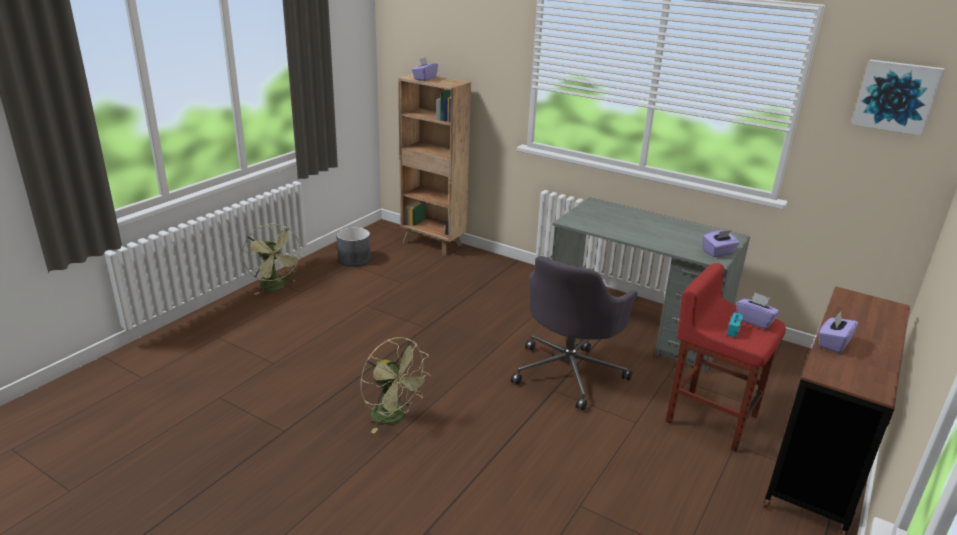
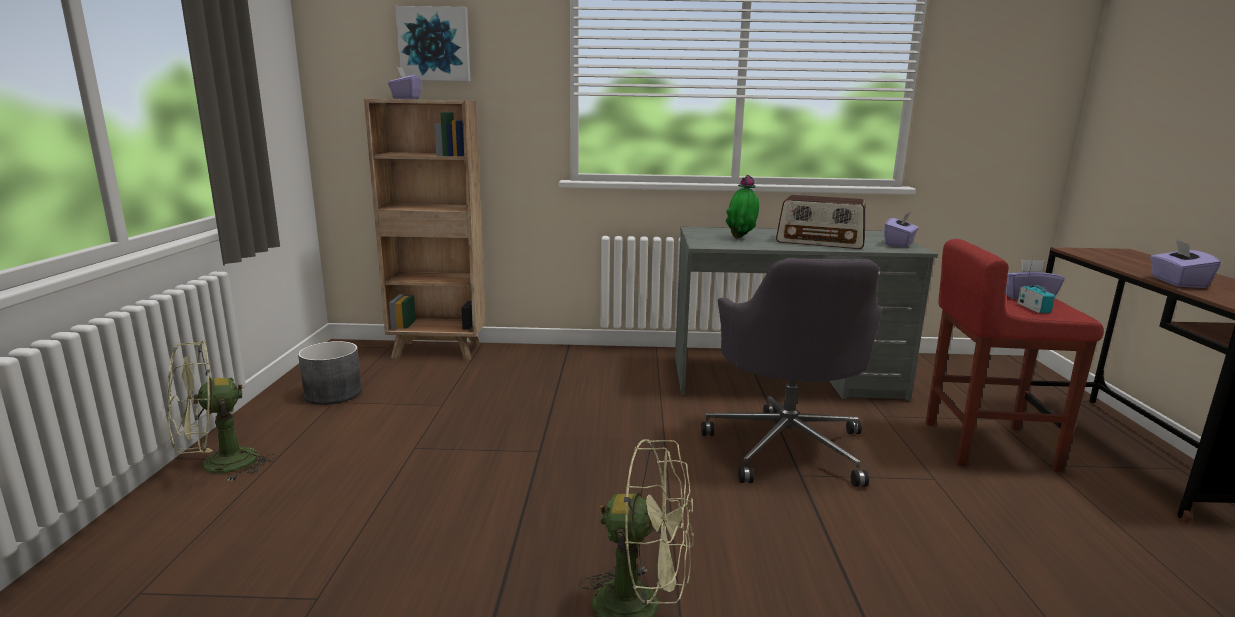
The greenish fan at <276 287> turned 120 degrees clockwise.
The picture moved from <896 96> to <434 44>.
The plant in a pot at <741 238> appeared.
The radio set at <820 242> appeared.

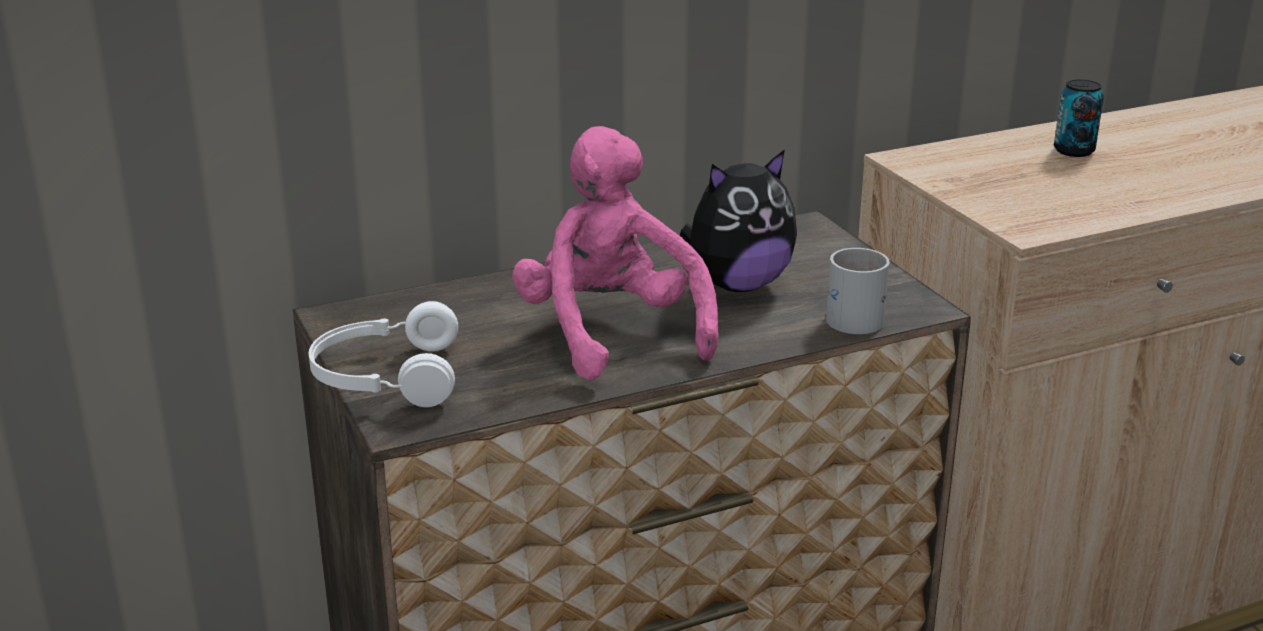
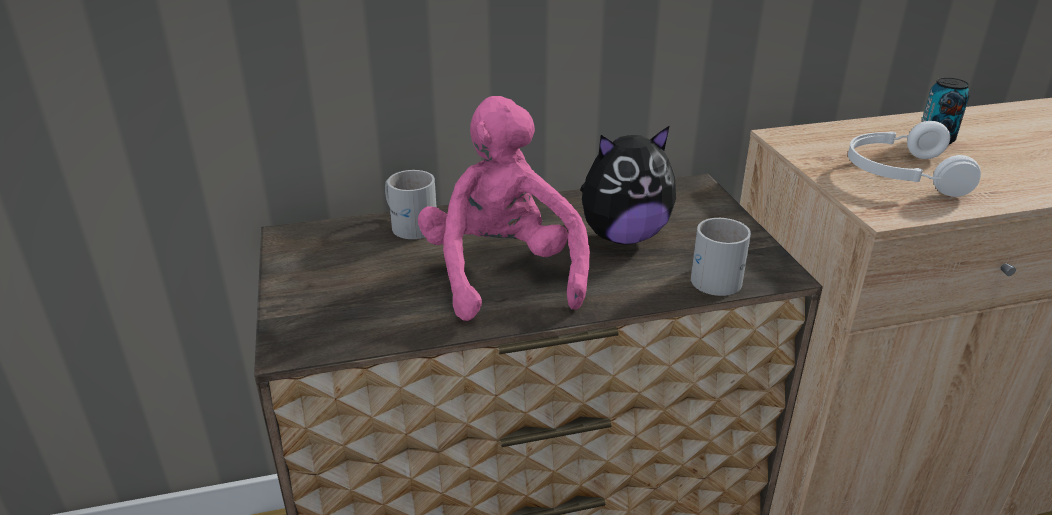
The white headphones moved from <385 377> to <901 174>.
The white mug at <410 223> appeared.

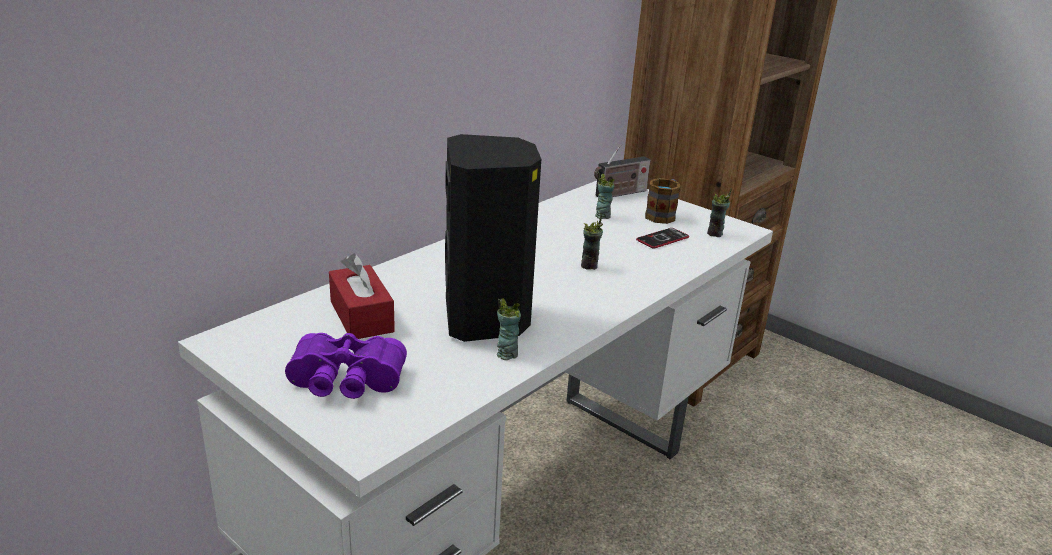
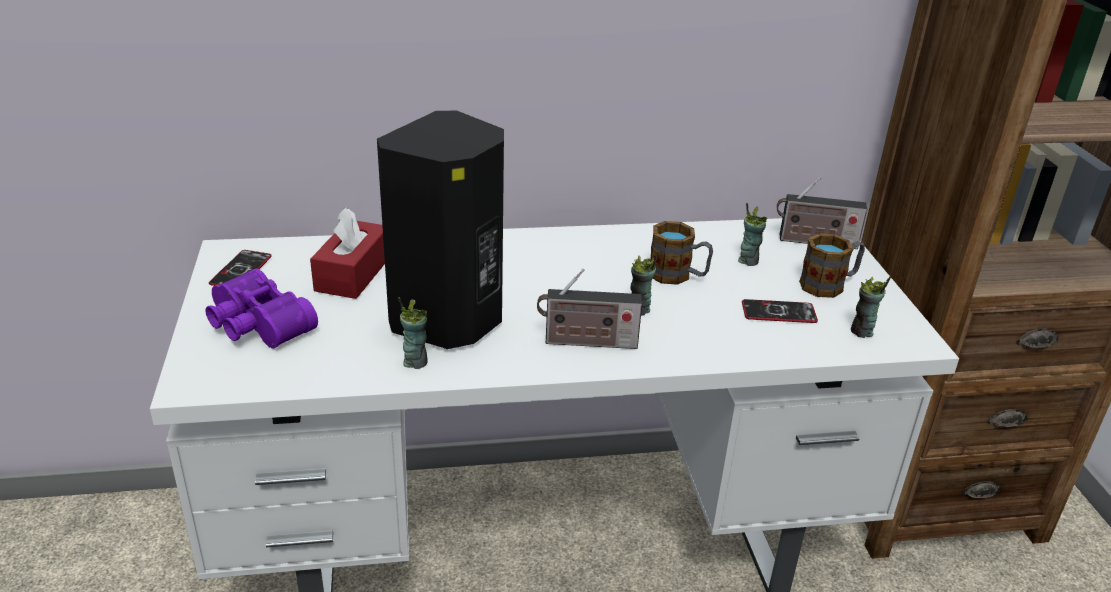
The phone at <241 271> appeared.
The radio set at <586 342> appeared.
The mug at <678 276> appeared.

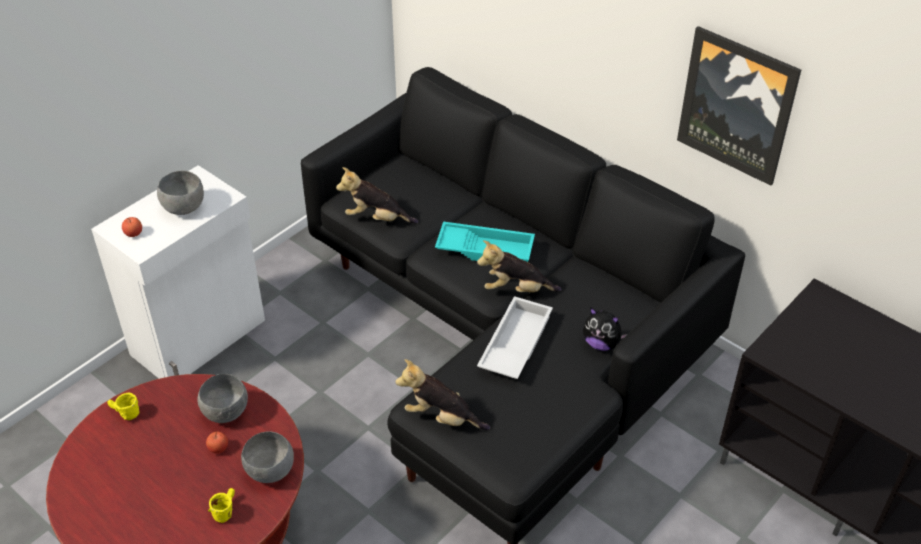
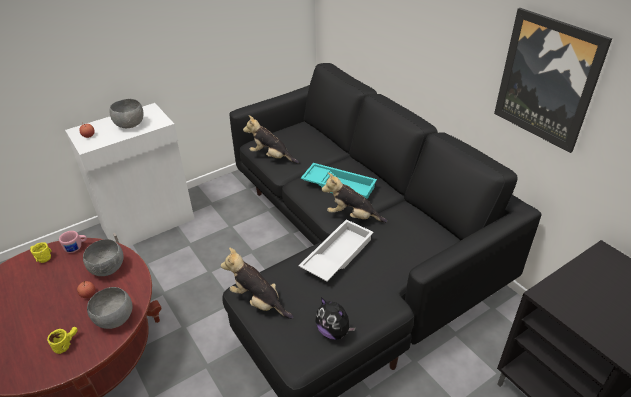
The soft toy moved from <601 344> to <334 331>.
The pinkish mug at <76 247> appeared.

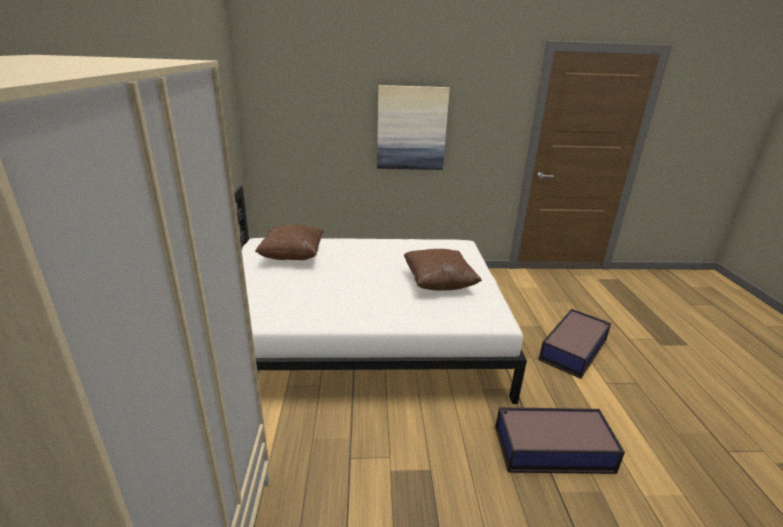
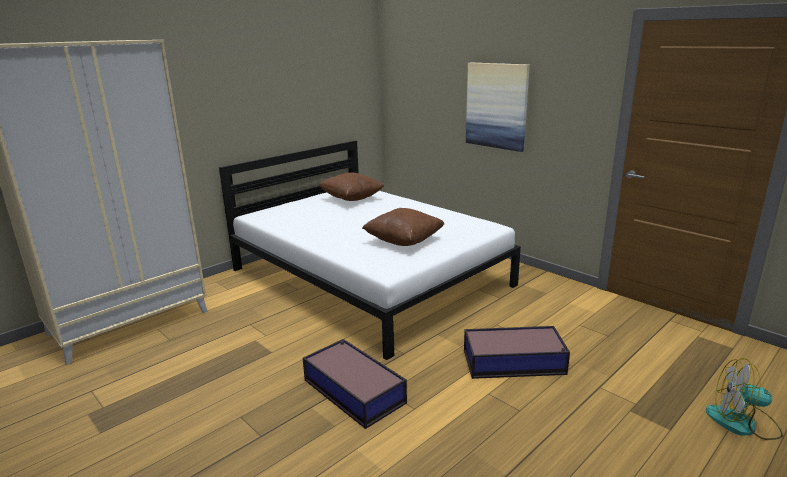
The fan at <742 423> appeared.

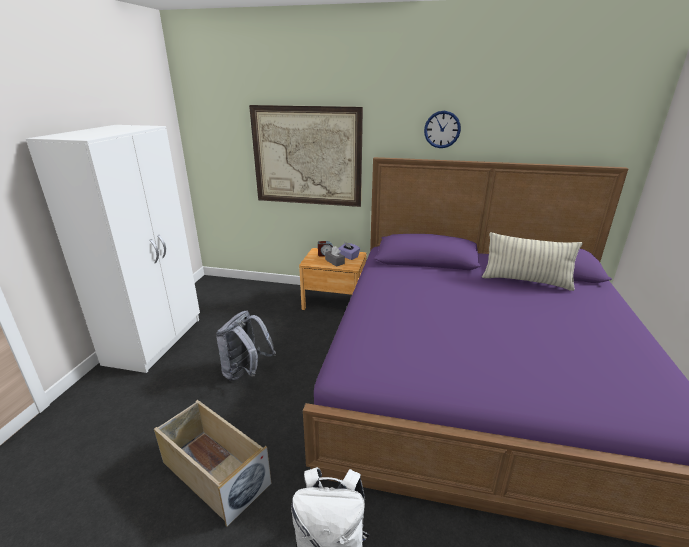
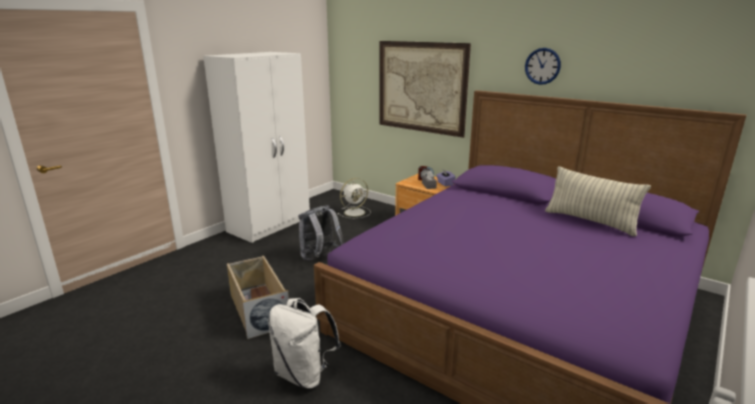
The white fan at <355 212> appeared.

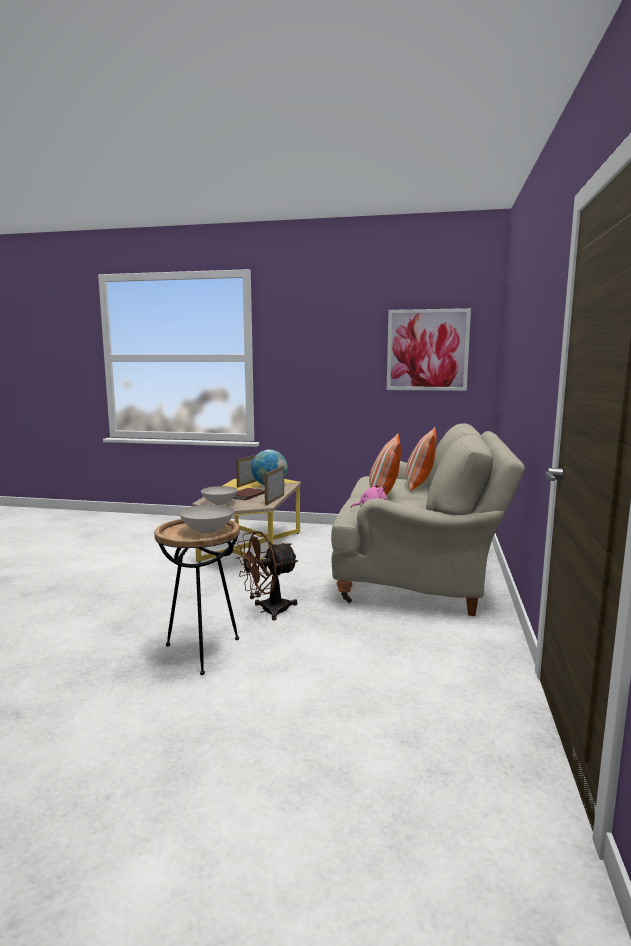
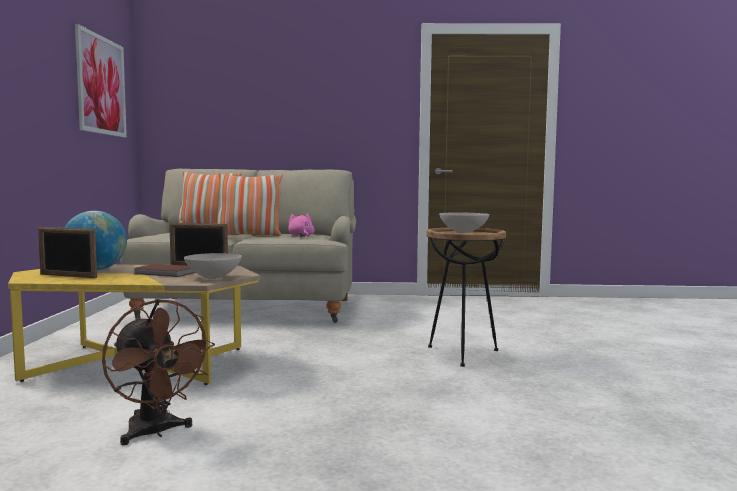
The brown fan moved from <268 611> to <155 433>.

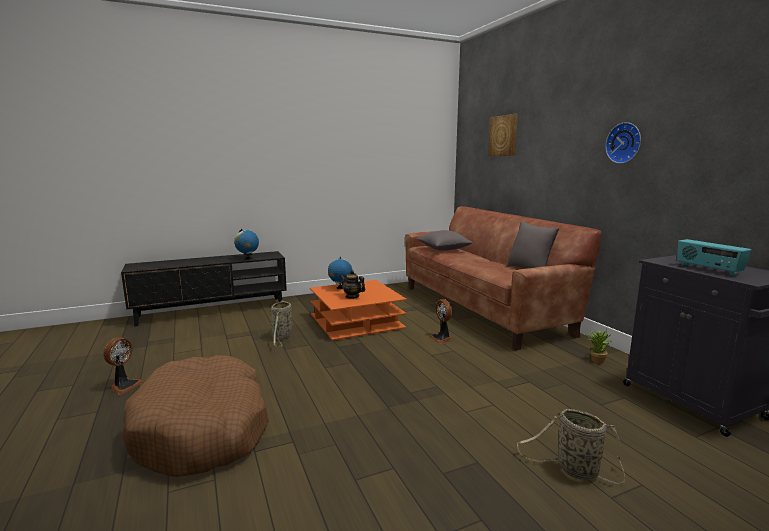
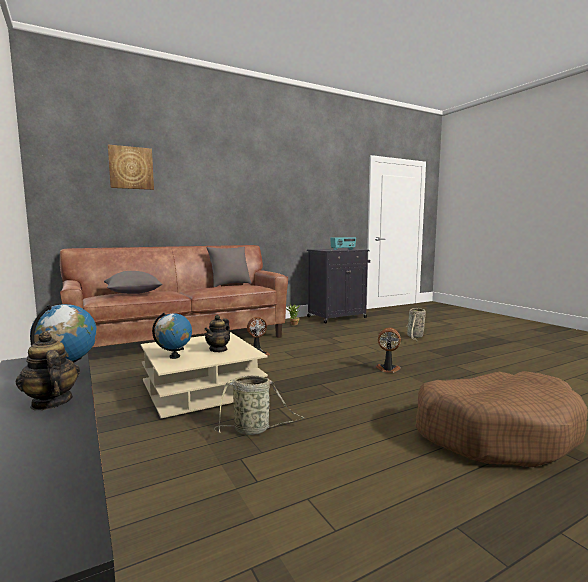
The fan moved from <124 386> to <388 369>.
The orangey coffee table at <356 322> became the beige-coloured coffee table at <202 388>.
The clock on the wall at <624 143> disappeared.
The tea pot at <51 402> appeared.

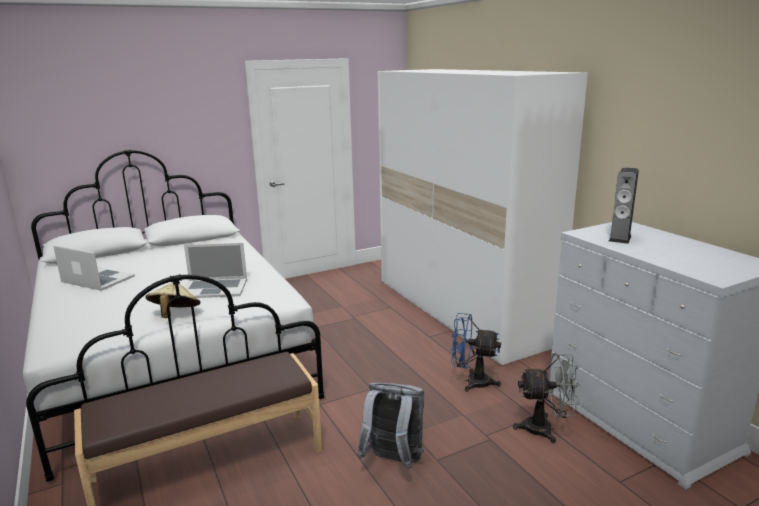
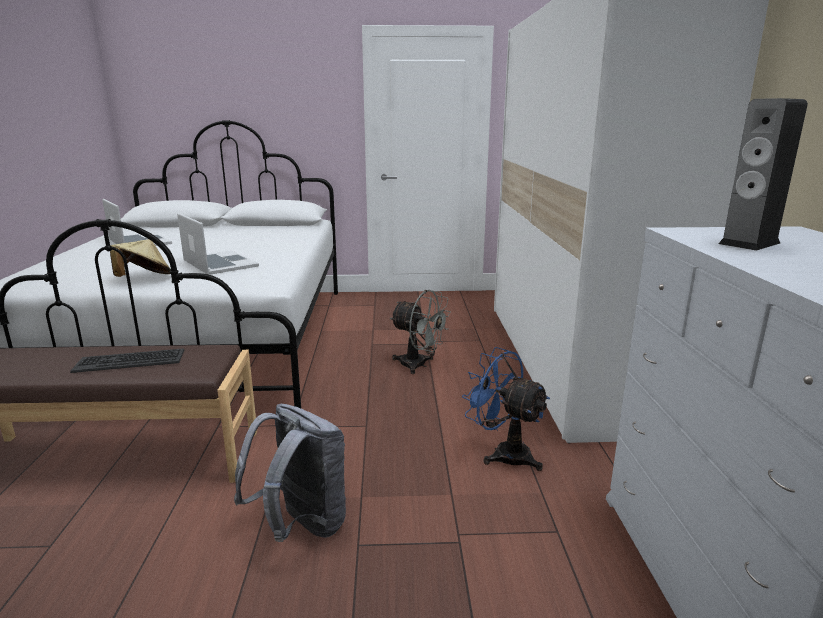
The portable computer at <214 288> turned 150 degrees counterclockwise.
The gray fan moved from <546 429> to <419 365>.
The PC keyboard at <130 361> appeared.

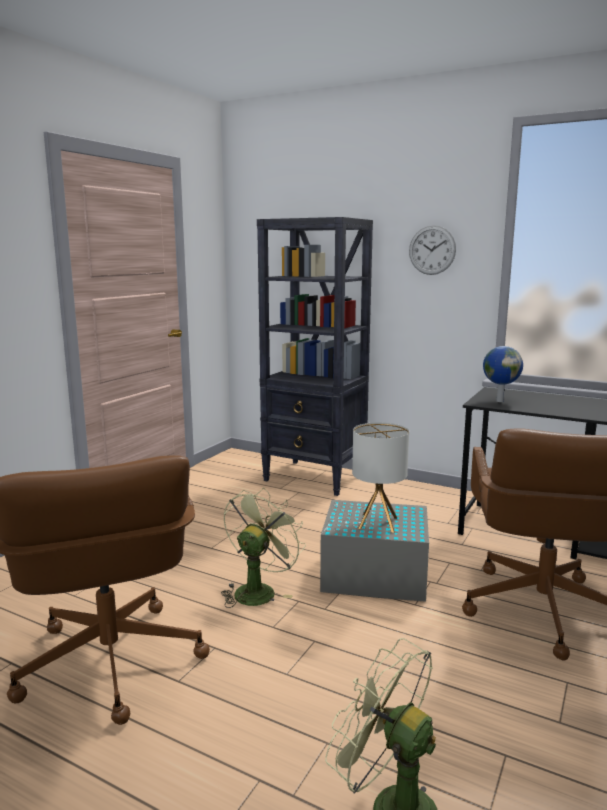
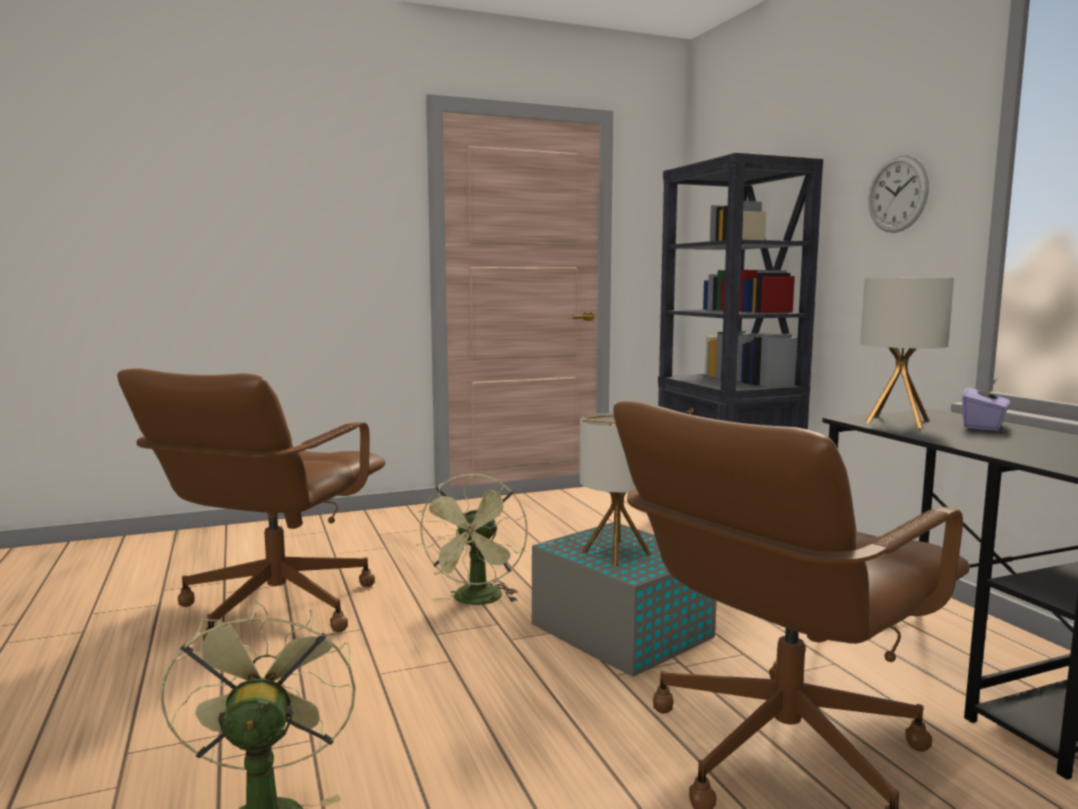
The greenish fan at <258 590> turned 120 degrees clockwise.
The desk globe at <499 401> was replaced by the lamp for a table at <897 421>.
The purple-coloured tissue box at <983 426> appeared.

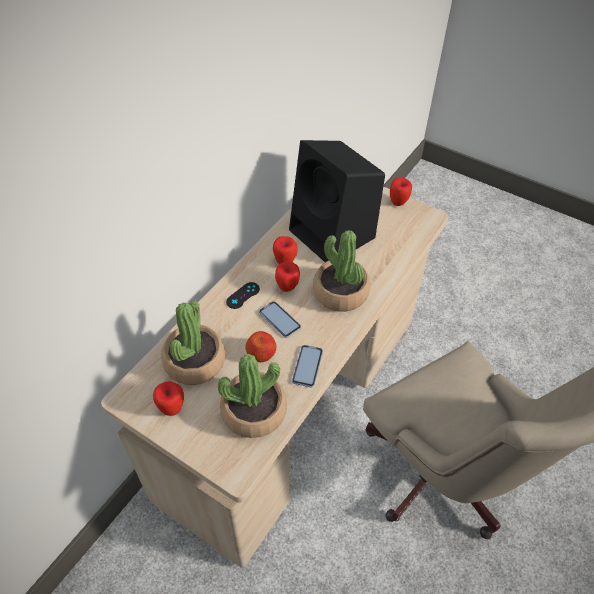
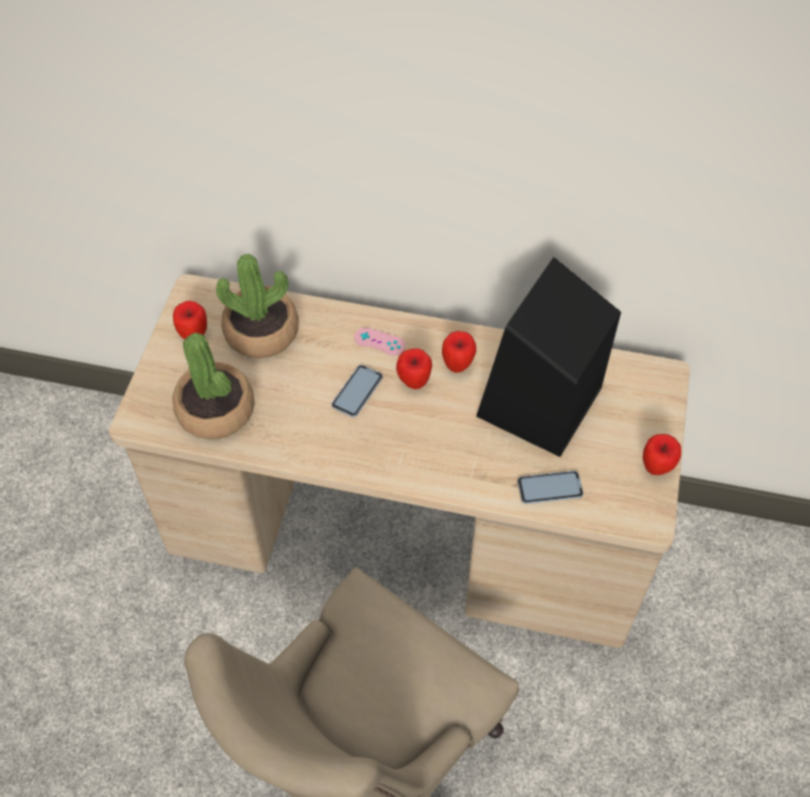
The black joypad at <243 295> became the pinkish joypad at <379 342>.
The apple at <261 354> disappeared.
The phone moved from <307 366> to <549 488>.
The plant in a pot at <340 293> disappeared.

